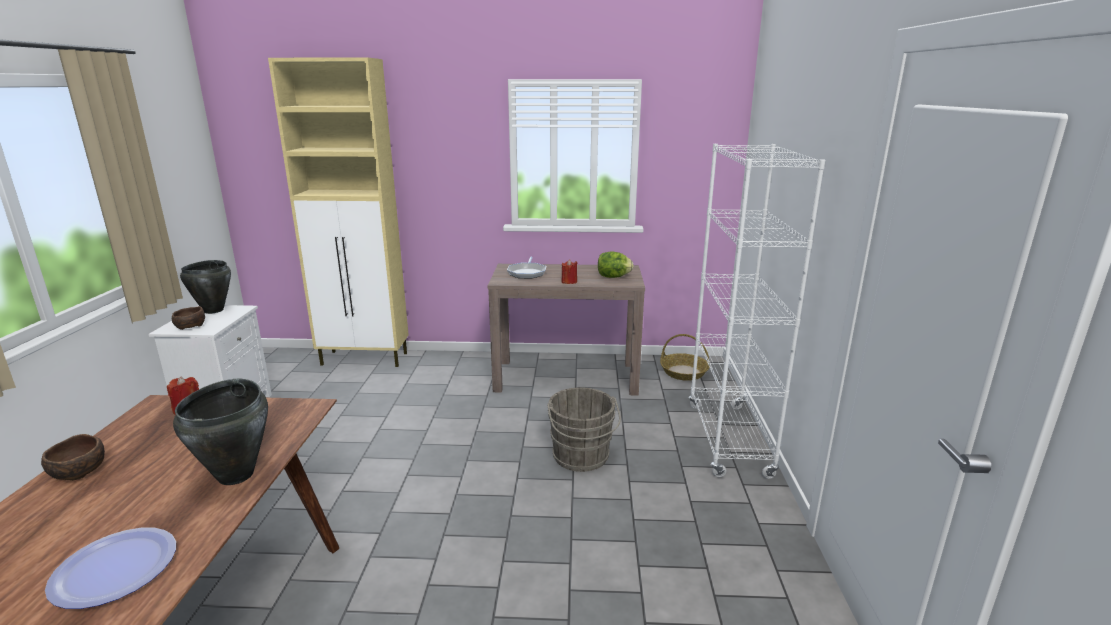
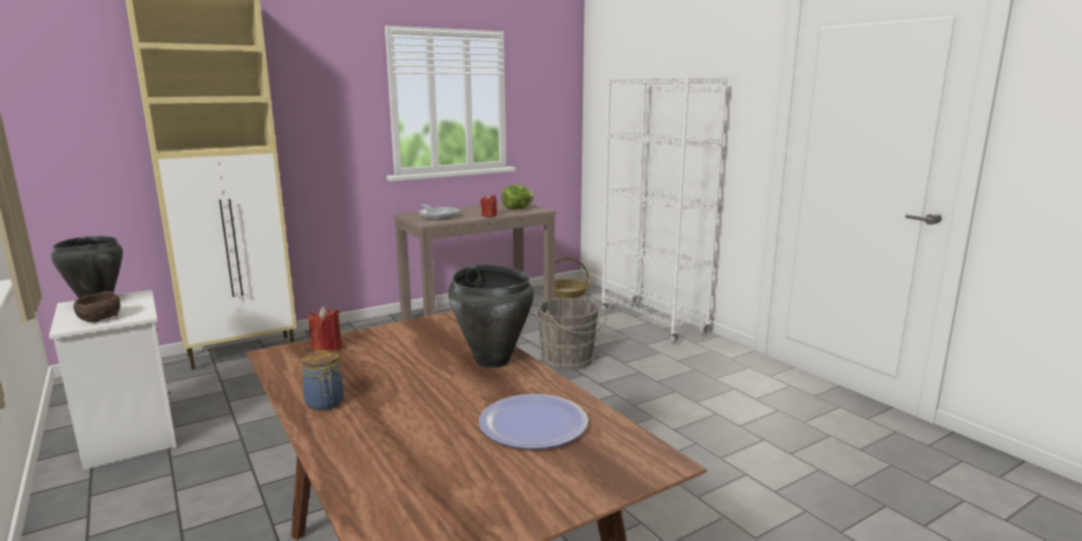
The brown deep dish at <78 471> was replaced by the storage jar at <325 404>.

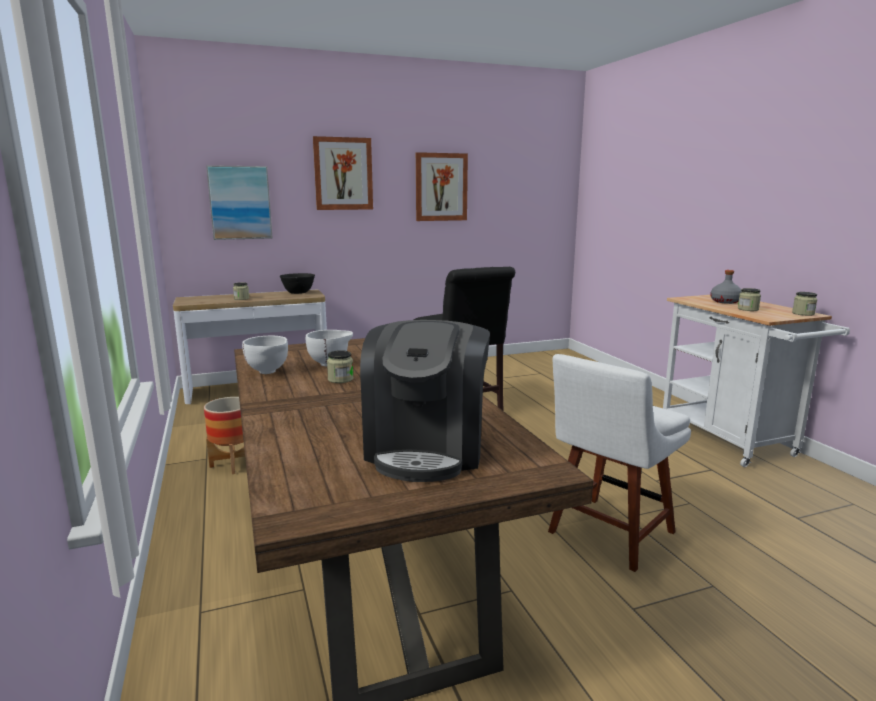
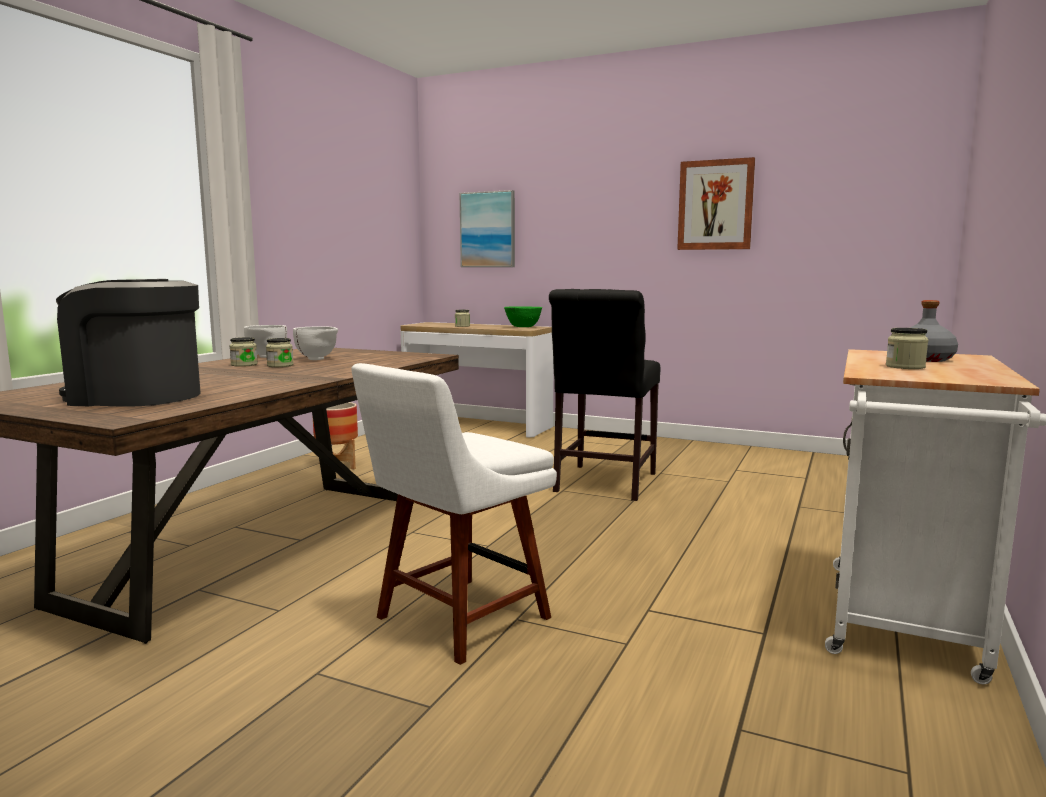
The black deep dish at <298 293> became the greenish deep dish at <523 327>.
The picture at <343 174> disappeared.
The coffee machine at <426 449> turned 45 degrees clockwise.
The white plain chair at <608 534> turned 45 degrees counterclockwise.
The storage jar moved from <803 313> to <244 365>.

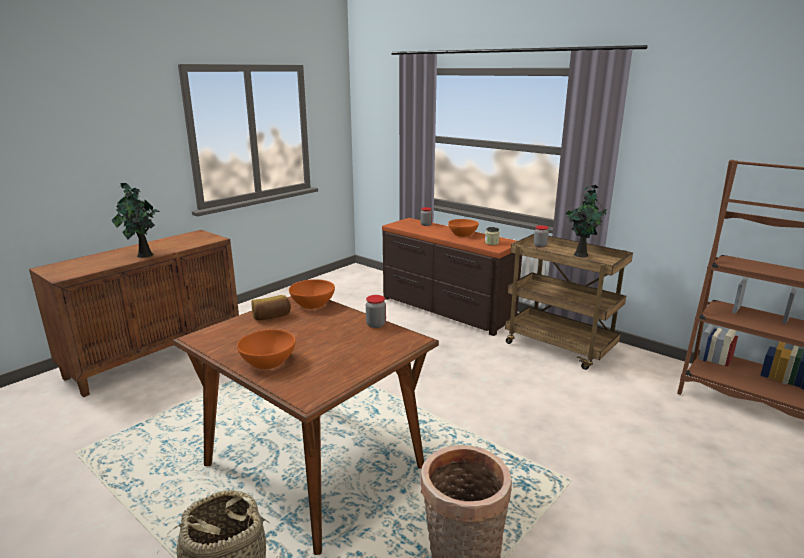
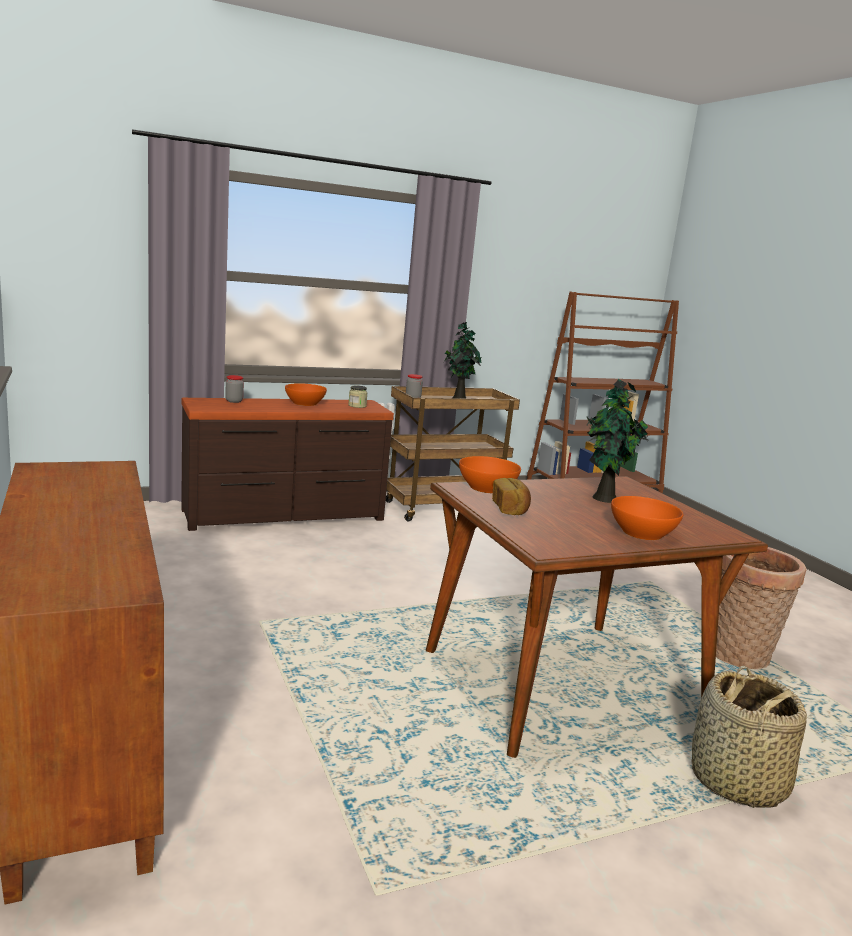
The plant in a pot moved from <143 255> to <605 499>.
The storage jar at <376 324> disappeared.

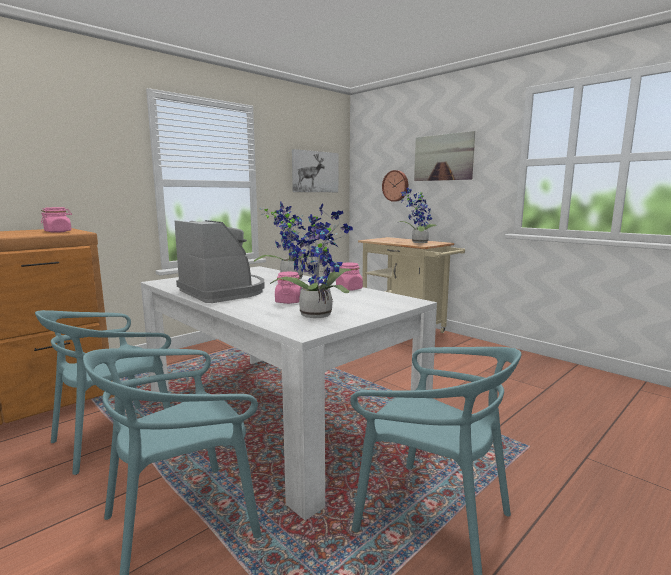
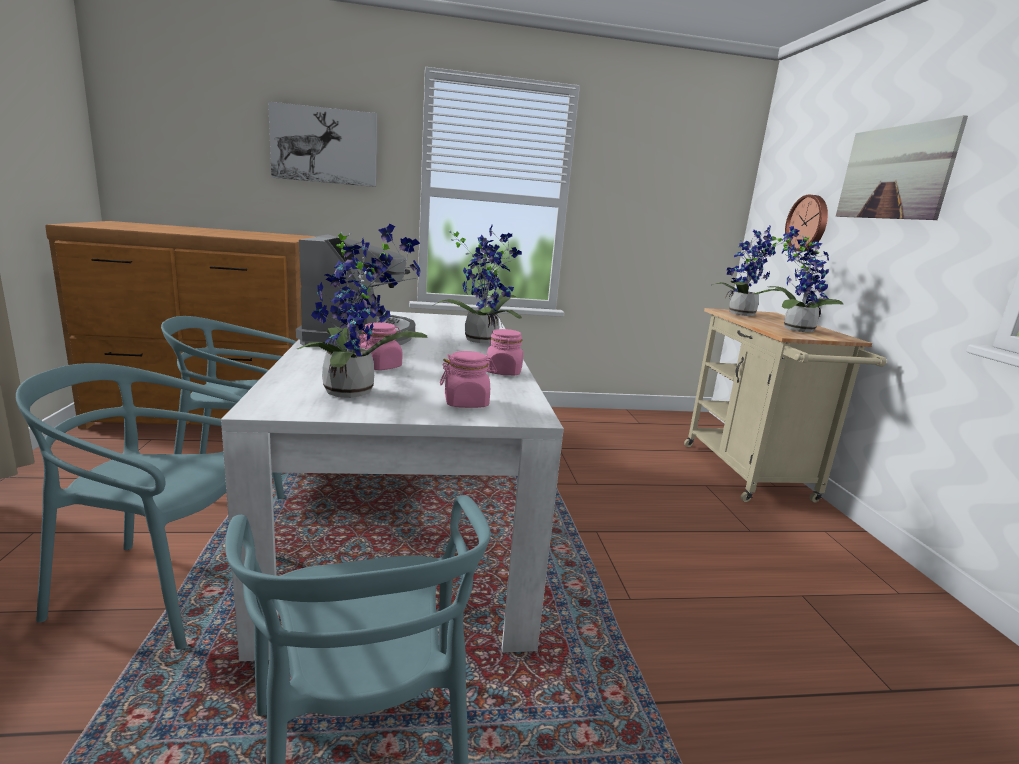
The pinkish storage jar moved from <58 232> to <466 403>.
The picture moved from <314 172> to <324 146>.
The plant in a pot at <742 315> appeared.

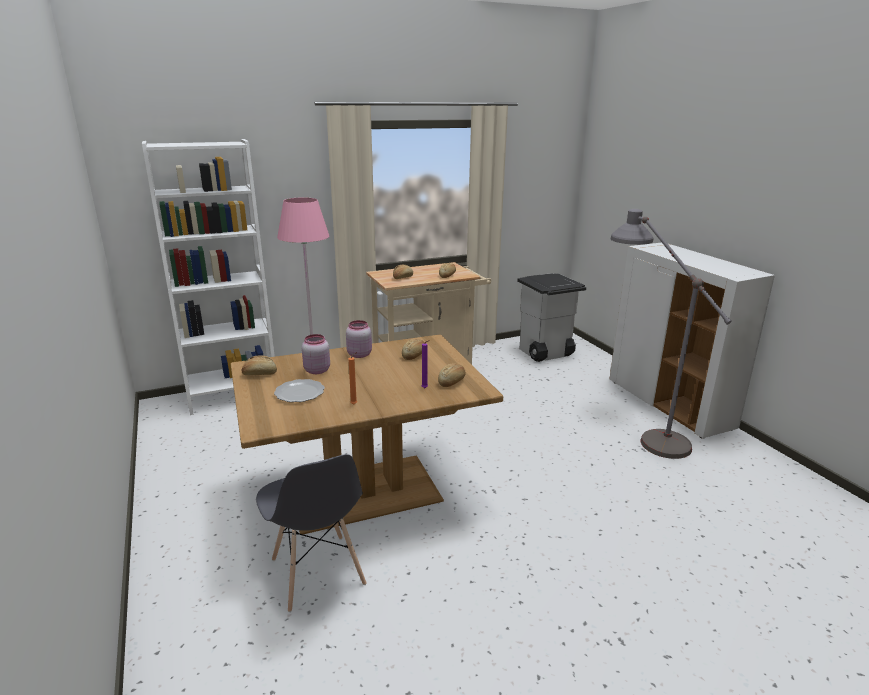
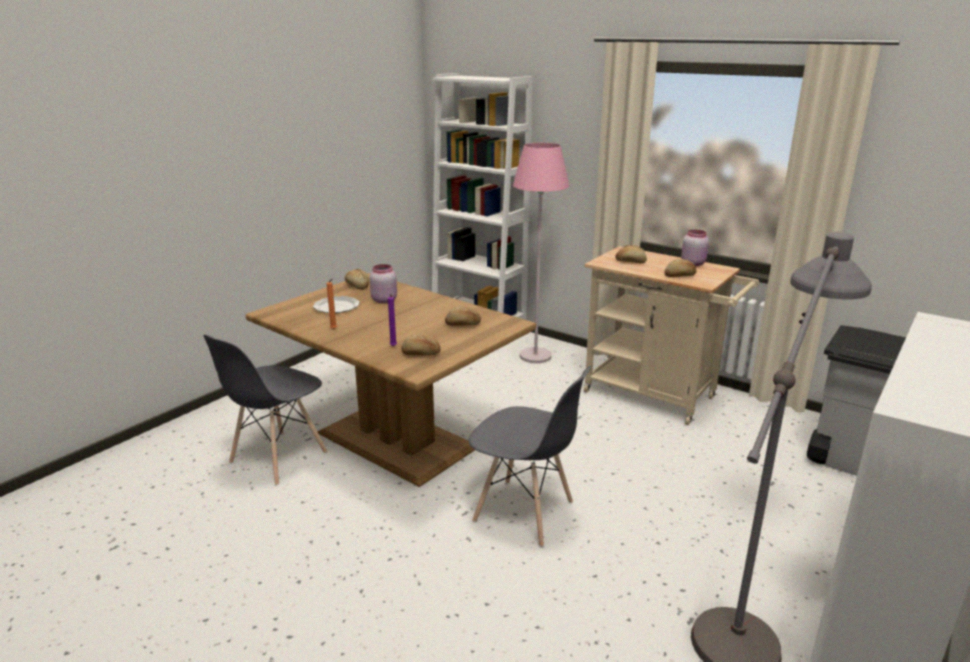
The pinkish storage jar moved from <359 354> to <693 263>.
The gray plain chair at <524 512> appeared.

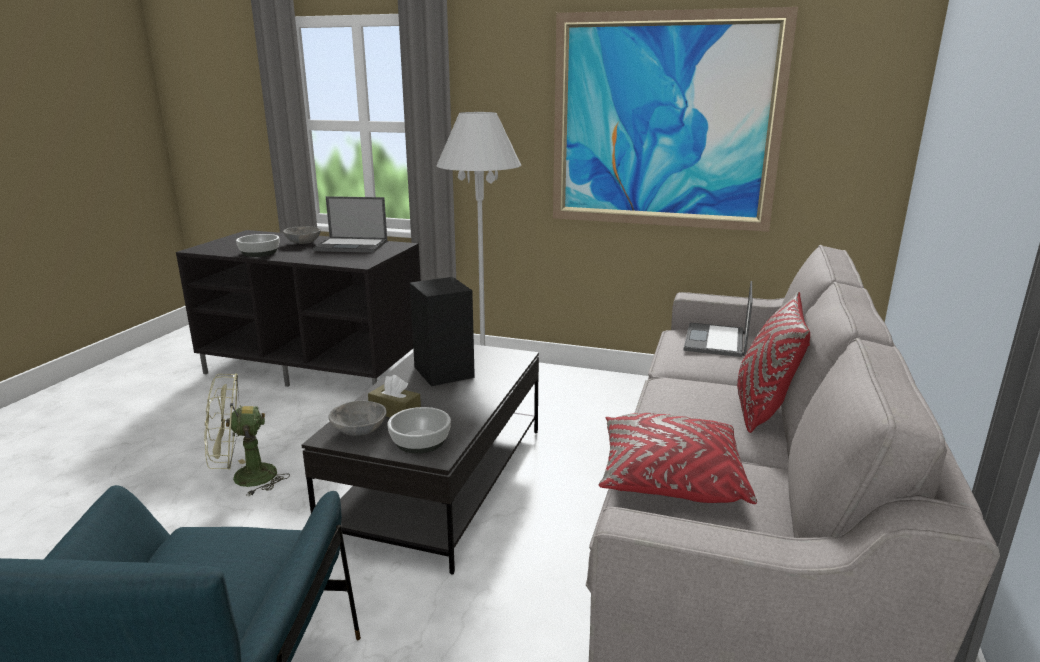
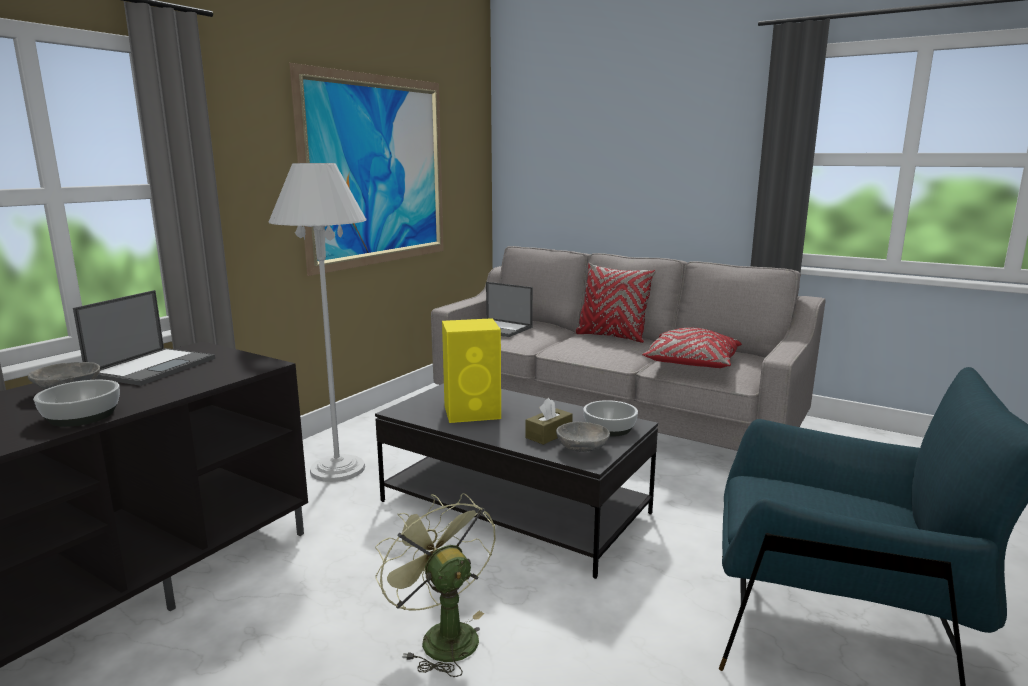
The greenish fan at <244 479> turned 150 degrees clockwise.
The black audio speaker at <444 373> became the yellow audio speaker at <473 412>.

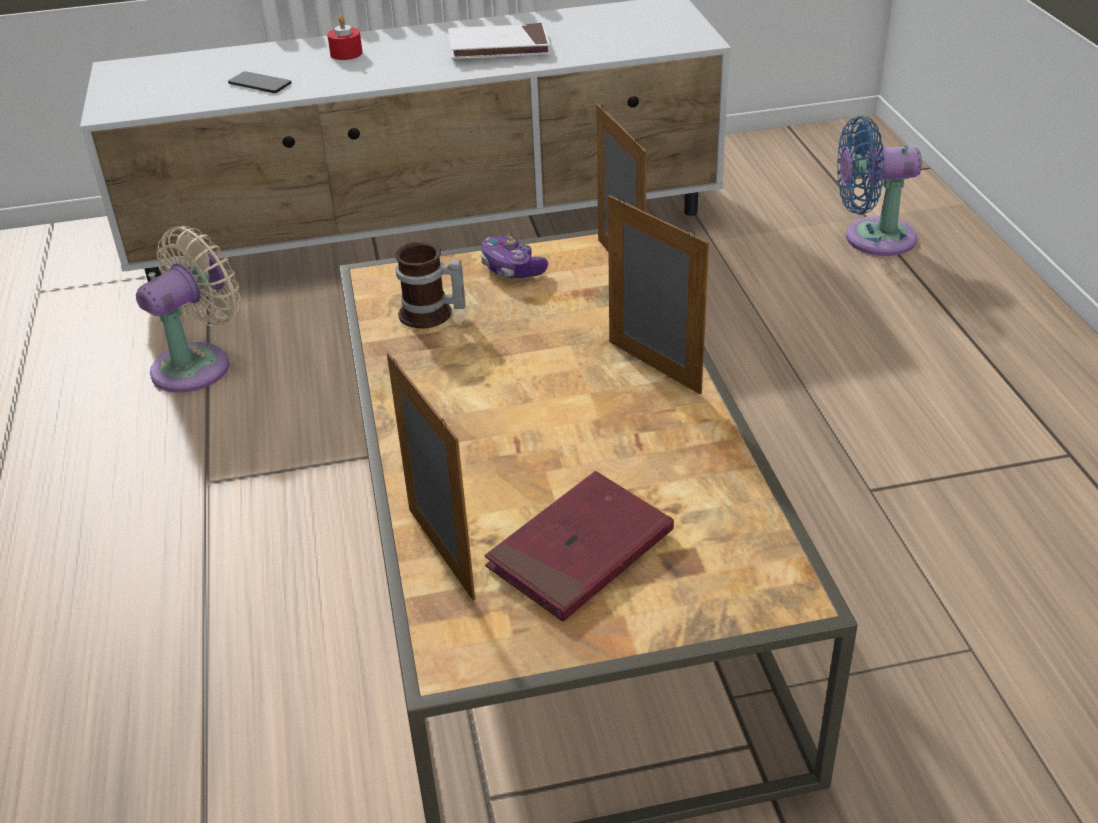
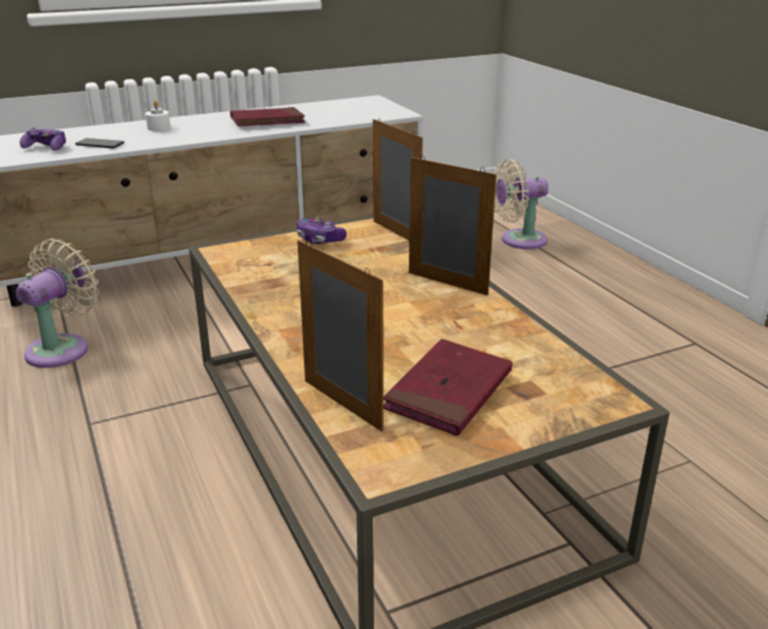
The reddish wax candle at <346 53> became the white wax candle at <159 128>.
The mug at <430 315> disappeared.
The white bound book at <499 47> became the reddish bound book at <267 121>.
The bluish fan at <872 238> became the beige-coloured fan at <519 240>.
The joypad at <46 148> appeared.

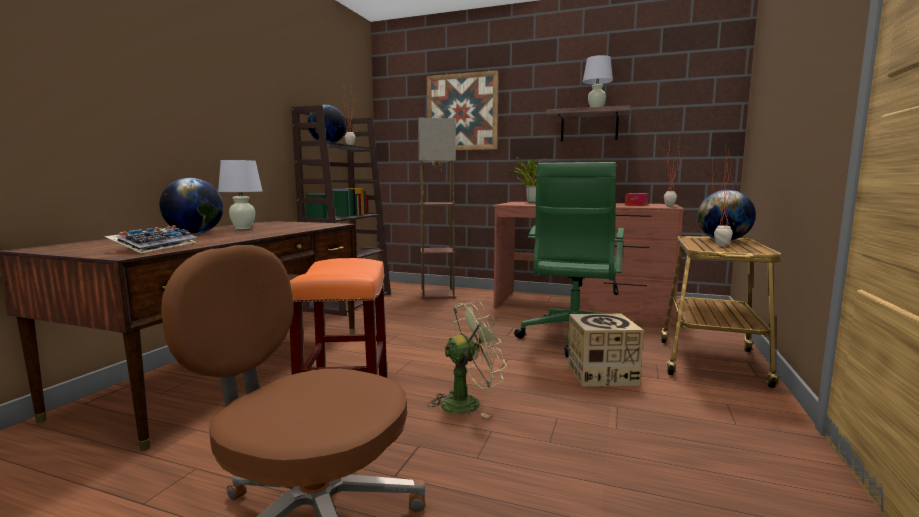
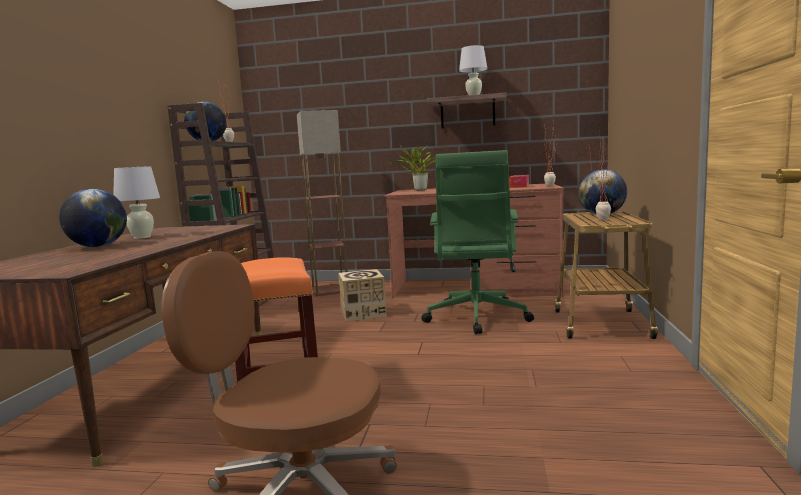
The PC keyboard at <155 247> disappeared.
The picture at <462 112> disappeared.
The greenish fan at <468 403> disappeared.
The packing box moved from <601 374> to <363 313>.

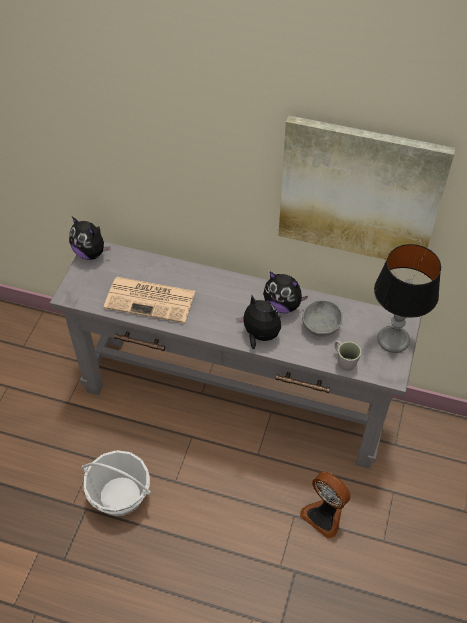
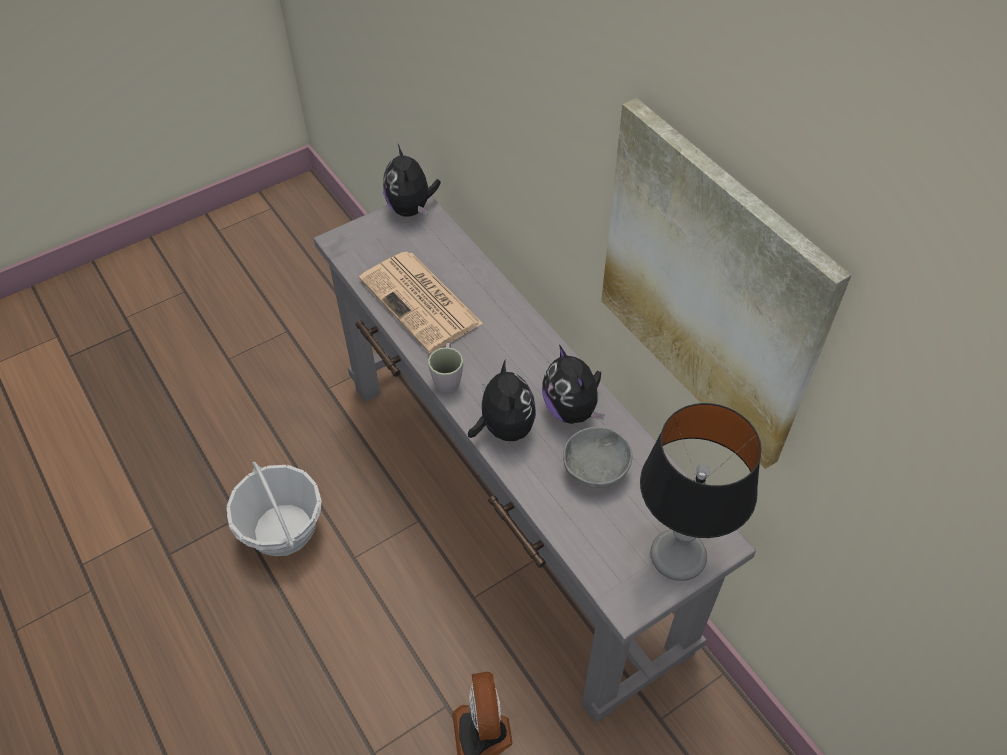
The gray mug moved from <344 361> to <448 377>.

